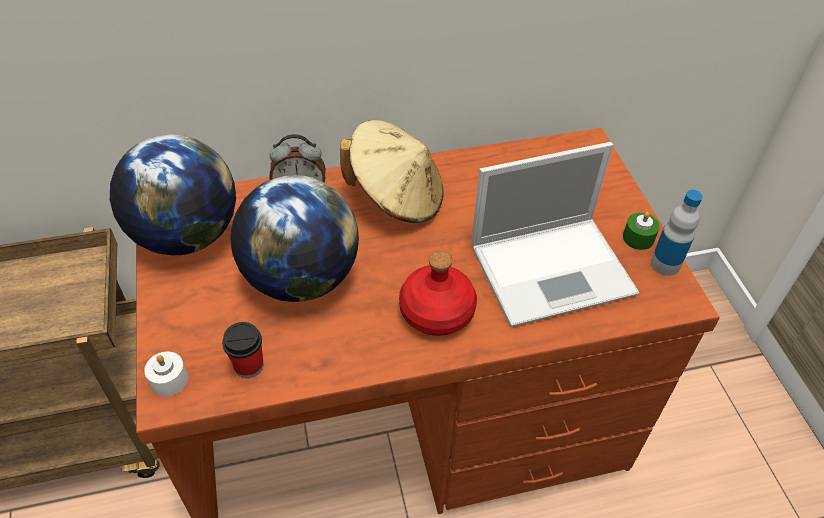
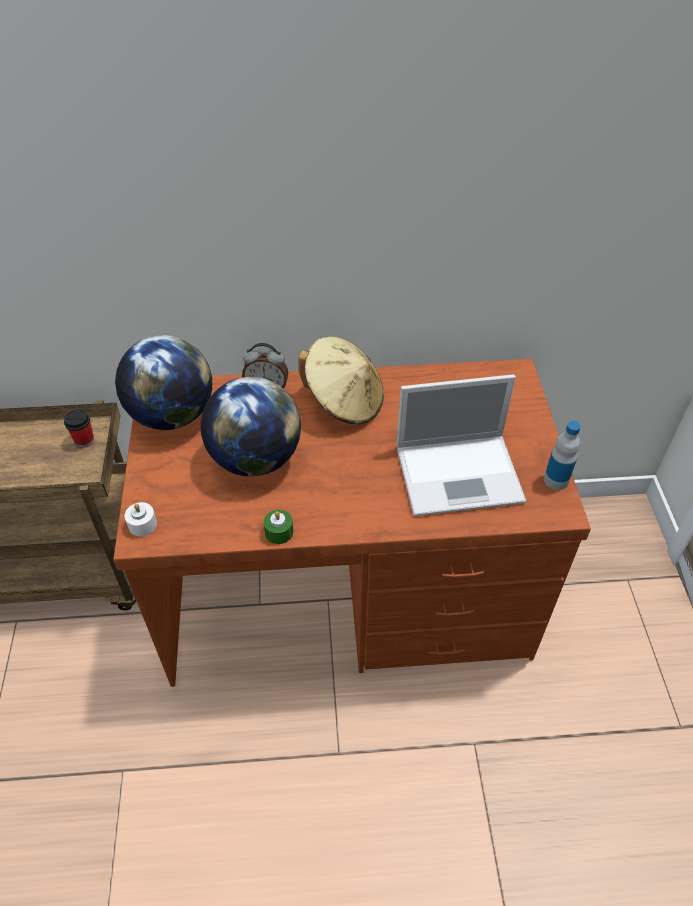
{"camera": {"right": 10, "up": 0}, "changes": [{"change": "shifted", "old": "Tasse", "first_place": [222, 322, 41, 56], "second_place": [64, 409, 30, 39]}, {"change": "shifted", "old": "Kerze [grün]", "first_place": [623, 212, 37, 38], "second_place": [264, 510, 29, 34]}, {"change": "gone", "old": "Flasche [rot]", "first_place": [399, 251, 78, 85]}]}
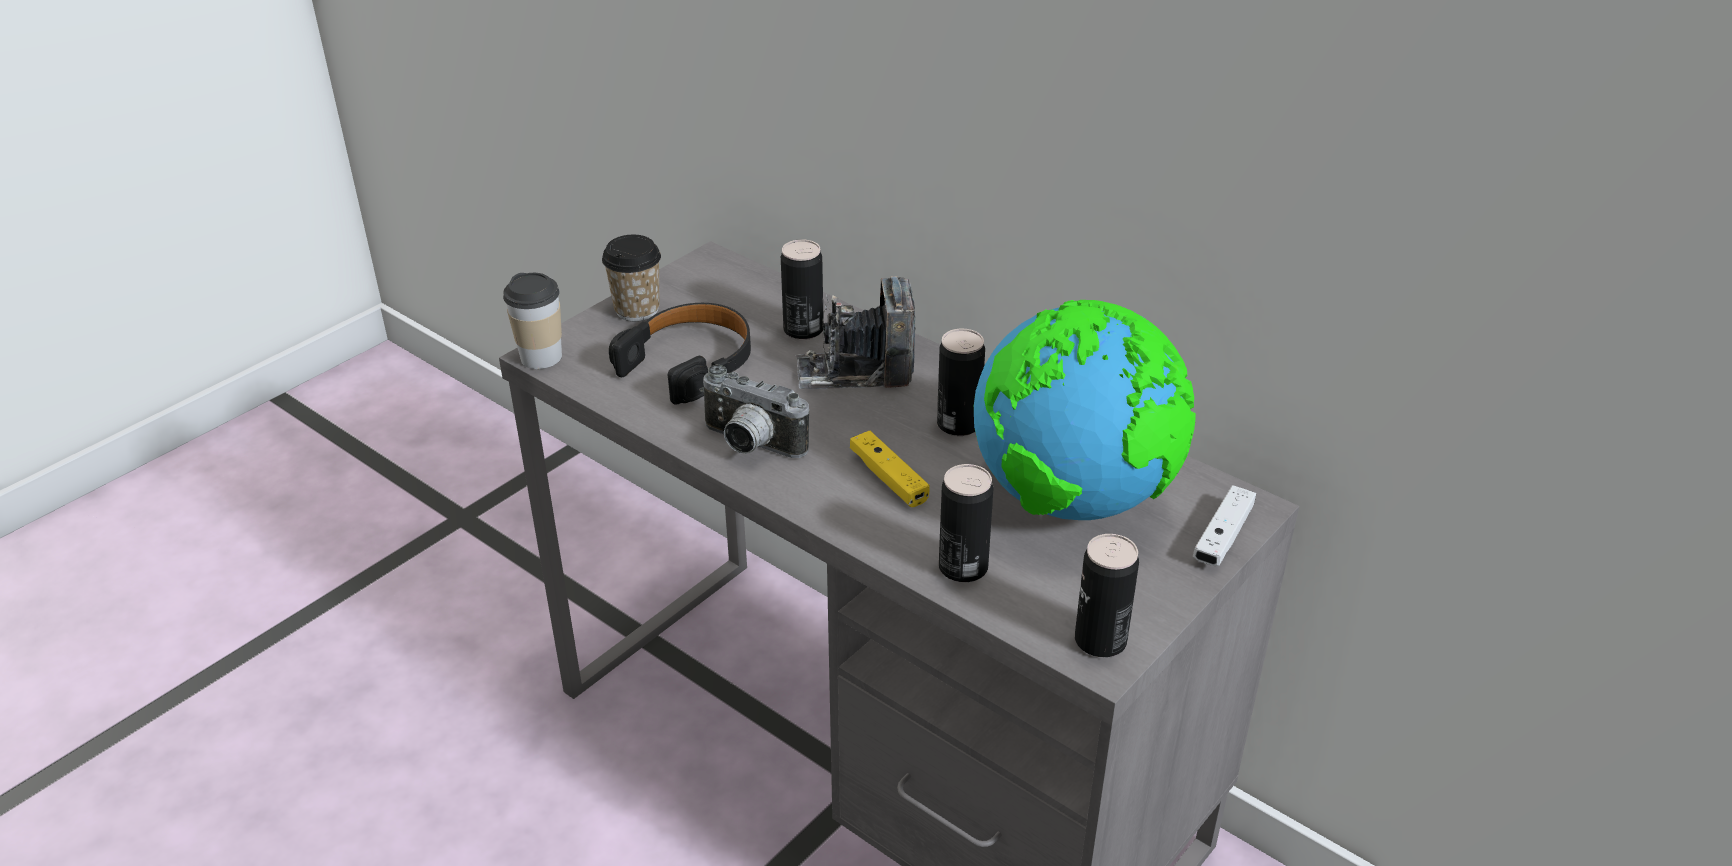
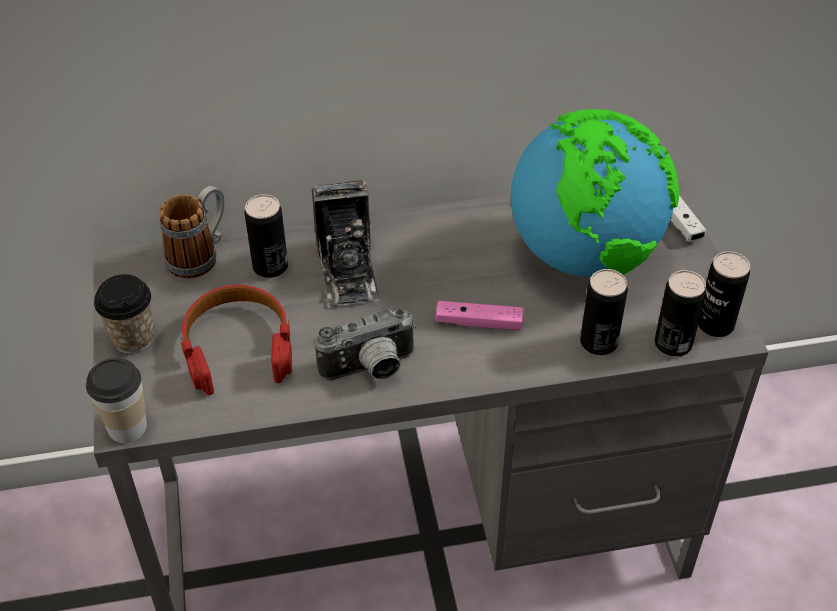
{"camera": {"right": -50, "up": 10}, "changes": [{"change": "new", "new": "Henkelbecher", "second_place": [159, 186, 66, 92]}, {"change": "repainted", "old": "Kopfhörer [schwarz]", "new": "Kopfhörer [rot]", "first_place": [609, 303, 142, 102], "second_place": [181, 285, 111, 110]}, {"change": "rotated", "old": "Kamera", "first_place": [796, 276, 120, 113], "second_place": [312, 180, 68, 128], "degrees": -45}, {"change": "repainted", "old": "Gamepad [gelb]", "new": "Gamepad [rosa]", "first_place": [850, 431, 80, 76], "second_place": [436, 301, 88, 30]}, {"change": "shifted", "old": "Dose", "first_place": [937, 329, 48, 107], "second_place": [655, 270, 51, 86]}]}
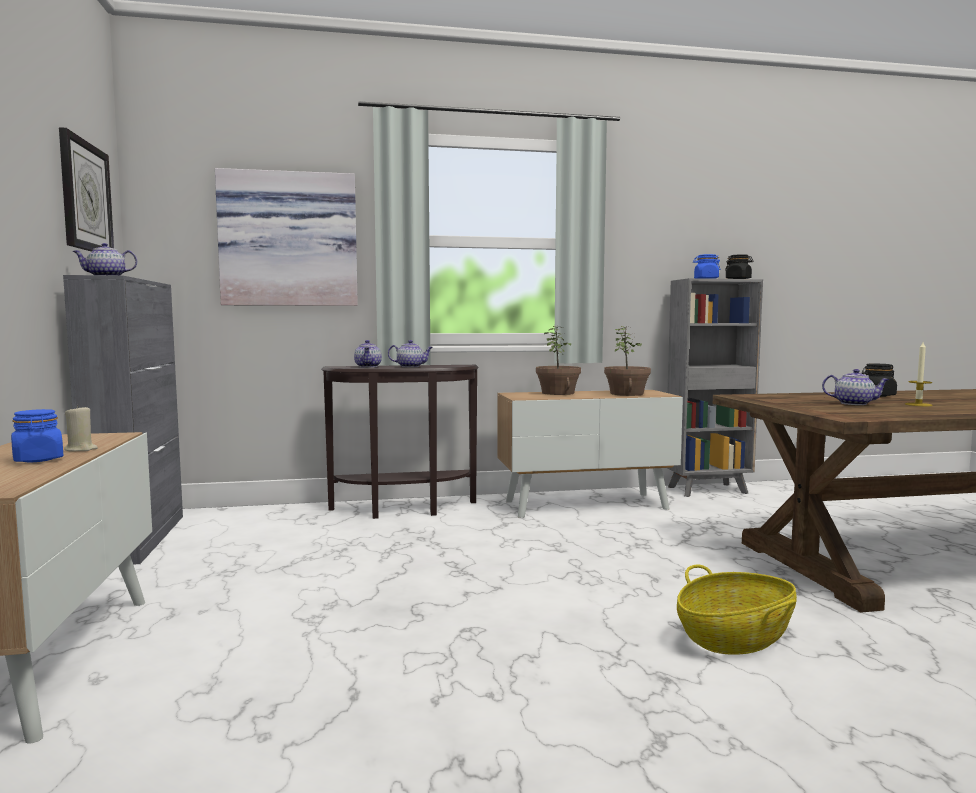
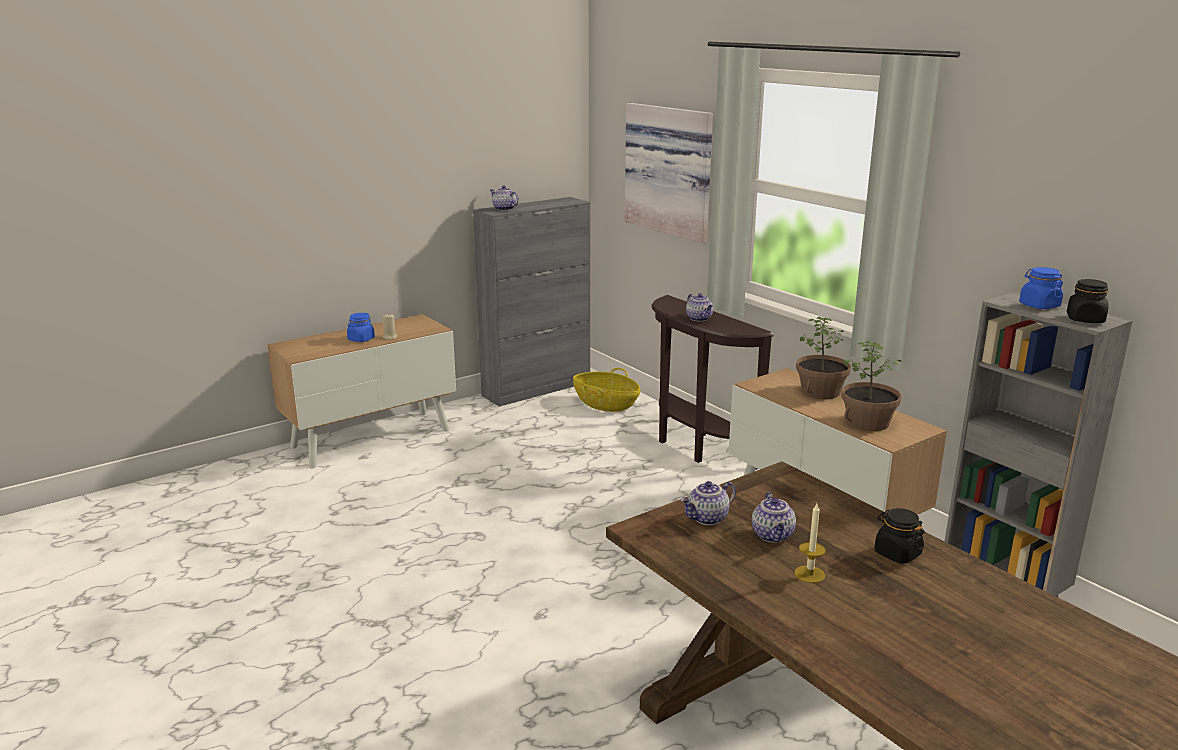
{"camera": {"right": 65, "up": 15}, "changes": [{"change": "shifted", "old": "Korb", "first_place": [677, 565, 120, 90], "second_place": [573, 368, 67, 44]}, {"change": "shifted", "old": "Teekanne", "first_place": [354, 340, 28, 28], "second_place": [680, 481, 56, 44]}, {"change": "gone", "old": "Wanduhr", "first_place": [59, 127, 55, 125]}]}
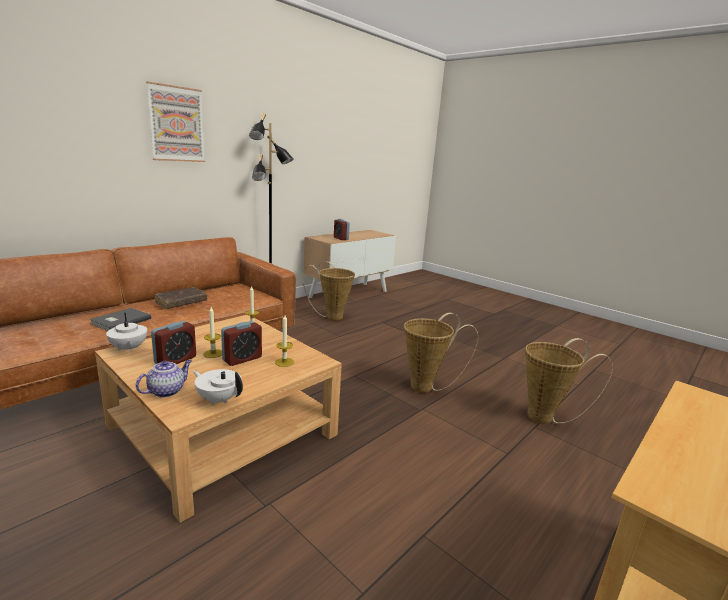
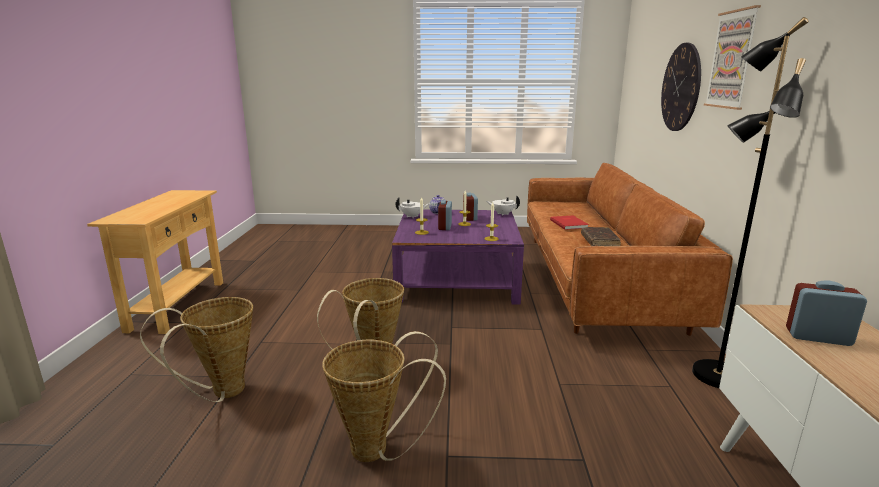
{"camera": {"right": 140, "up": 0}, "changes": [{"change": "shifted", "old": "Korb", "first_place": [302, 261, 53, 60], "second_place": [322, 331, 124, 131]}, {"change": "repainted", "old": "Couchtisch [beige]", "new": "Couchtisch [lila]", "first_place": [95, 315, 247, 208], "second_place": [392, 210, 132, 95]}, {"change": "repainted", "old": "Buch [grau]", "new": "Buch [rot]", "first_place": [89, 308, 62, 23], "second_place": [550, 215, 39, 15]}, {"change": "new", "new": "Wanduhr", "second_place": [661, 43, 40, 88]}]}
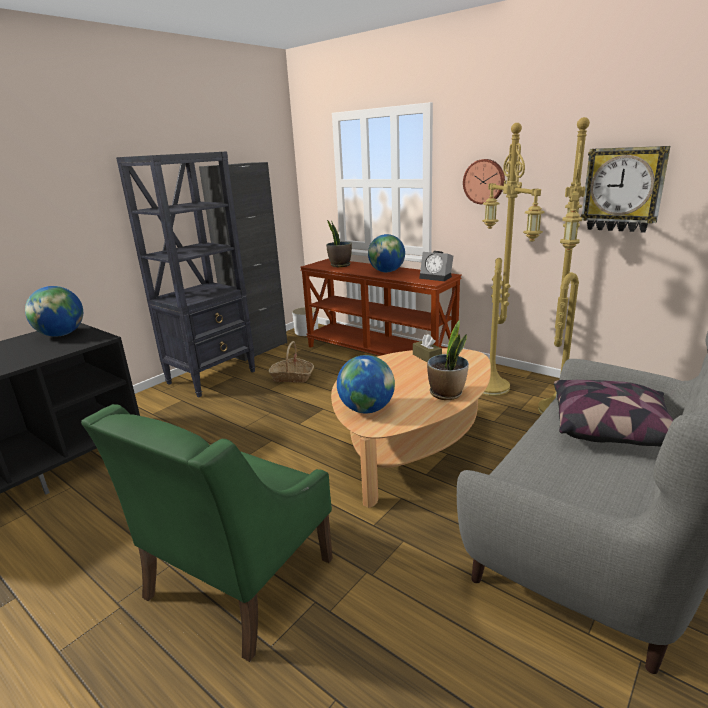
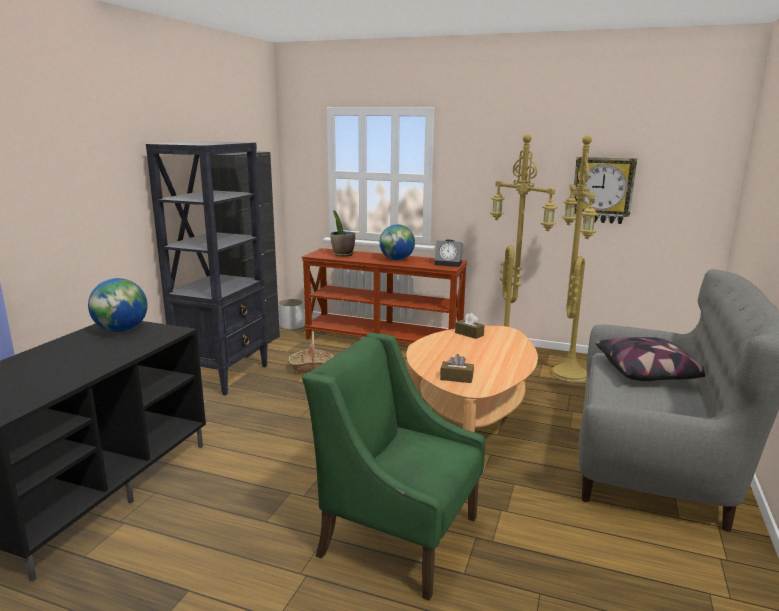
{"camera": {"right": -20, "up": -5}, "changes": [{"change": "rotated", "old": "Sessel [grün]", "first_place": [81, 404, 252, 258], "second_place": [302, 333, 183, 268], "degrees": 105}, {"change": "swapped", "old": "Globus", "new": "Taschentuchbox [braun]", "first_place": [337, 355, 58, 58], "second_place": [440, 354, 34, 29]}, {"change": "gone", "old": "Topfpflanze", "first_place": [427, 320, 42, 80]}, {"change": "gone", "old": "Wanduhr", "first_place": [463, 159, 42, 45]}]}
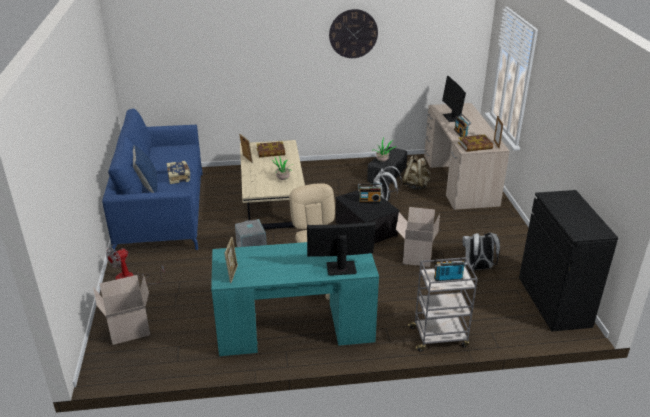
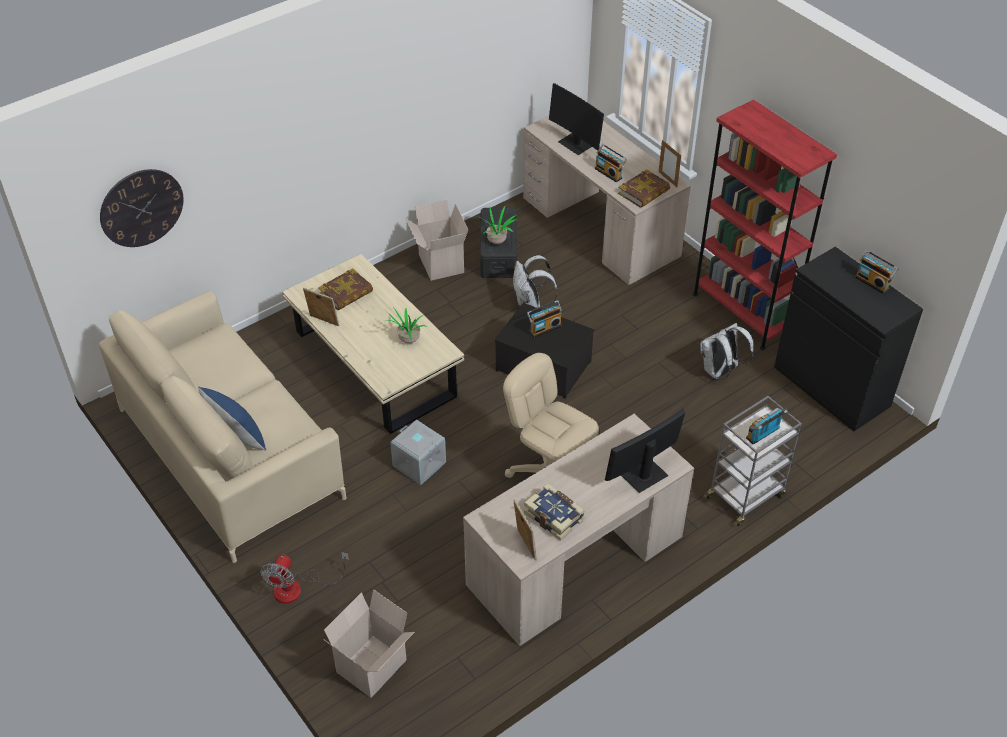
{"camera": {"right": -30, "up": 15}, "changes": [{"change": "repainted", "old": "Sofa [blau]", "new": "Sofa [beige]", "first_place": [102, 109, 101, 142], "second_place": [99, 291, 248, 272]}, {"change": "shifted", "old": "Wanduhr", "first_place": [329, 9, 49, 49], "second_place": [100, 169, 84, 78]}, {"change": "shifted", "old": "Karton", "first_place": [396, 207, 44, 60], "second_place": [405, 200, 64, 81]}, {"change": "repainted", "old": "Schreibtisch [türkis]", "new": "Schreibtisch [beige]", "first_place": [211, 242, 168, 114], "second_place": [463, 414, 231, 232]}, {"change": "shifted", "old": "Buch", "first_place": [166, 161, 24, 23], "second_place": [524, 484, 61, 57]}, {"change": "new", "new": "Bücherregal [rot]", "second_place": [693, 100, 144, 250]}, {"change": "new", "new": "Radio", "second_place": [855, 250, 43, 44]}, {"change": "gone", "old": "Rucksack [beige]", "first_place": [402, 155, 29, 35]}]}
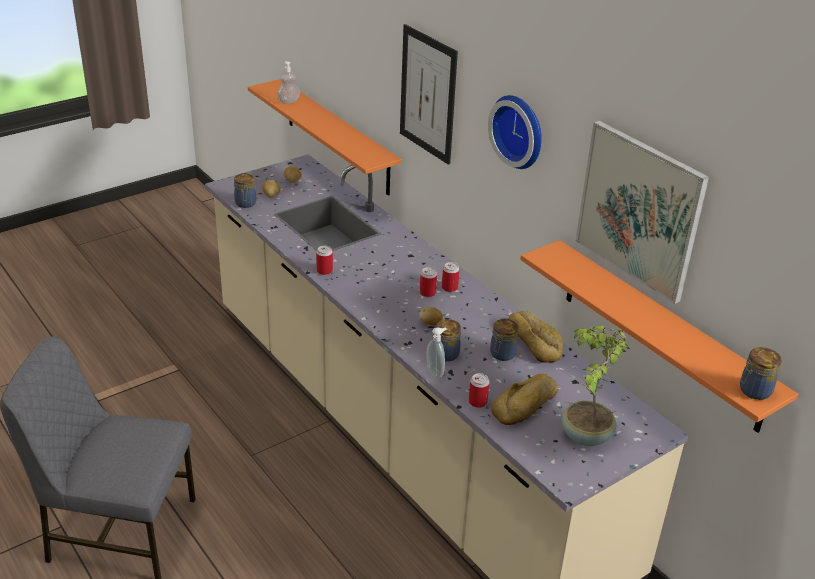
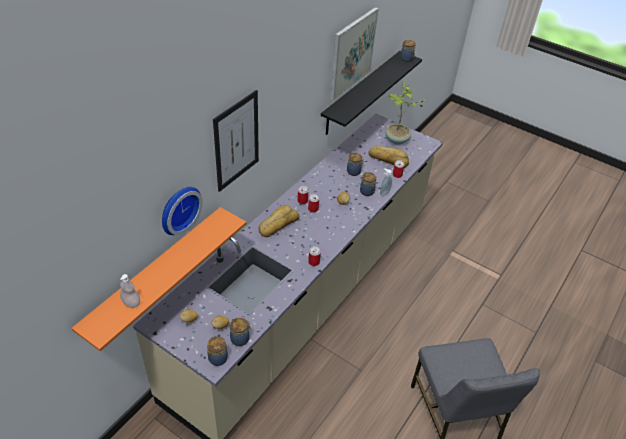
{"camera": {"right": -110, "up": 10}, "changes": [{"change": "shifted", "old": "Wanduhr", "first_place": [488, 95, 54, 74], "second_place": [162, 187, 41, 48]}, {"change": "new", "new": "Vorratsglas", "second_place": [207, 336, 21, 30]}, {"change": "shifted", "old": "Brot", "first_place": [508, 311, 55, 52], "second_place": [259, 205, 40, 32]}, {"change": "repainted", "old": "Wandregal [orange]", "new": "Wandregal [schwarz]", "first_place": [520, 240, 278, 193], "second_place": [321, 51, 101, 84]}]}
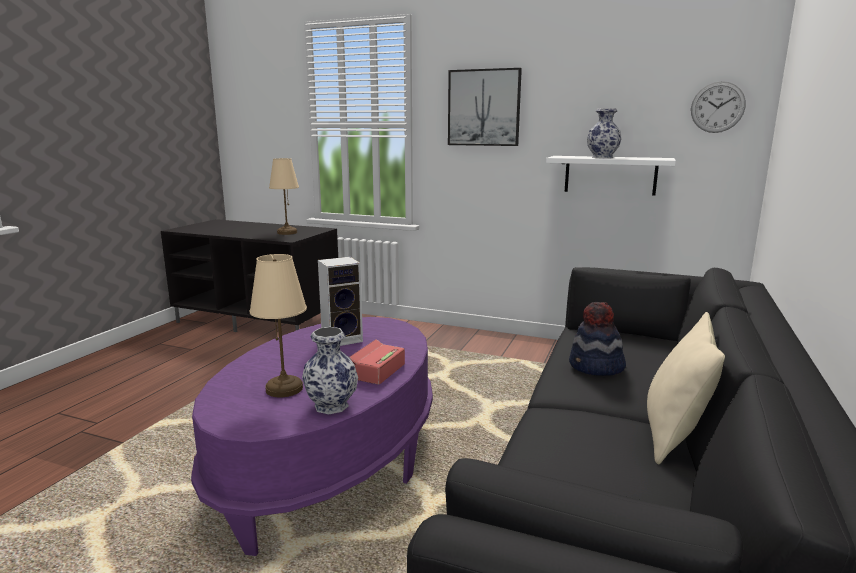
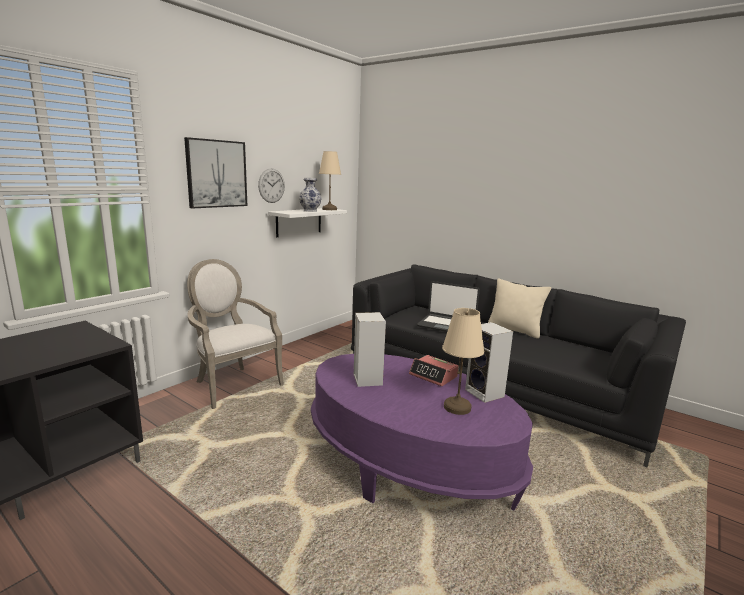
{"camera": {"right": -75, "up": 0}, "changes": [{"change": "new", "new": "Sessel", "second_place": [187, 259, 97, 150]}, {"change": "shifted", "old": "Wanduhr", "first_place": [691, 81, 55, 52], "second_place": [258, 168, 27, 35]}, {"change": "shifted", "old": "Tischlampe [beige]", "first_place": [269, 158, 30, 77], "second_place": [319, 151, 22, 59]}, {"change": "swapped", "old": "Hut", "new": "Laptop", "first_place": [569, 302, 57, 74], "second_place": [417, 281, 63, 51]}, {"change": "swapped", "old": "Vase", "new": "Lautsprecher", "first_place": [302, 327, 56, 87], "second_place": [465, 322, 48, 81]}]}
